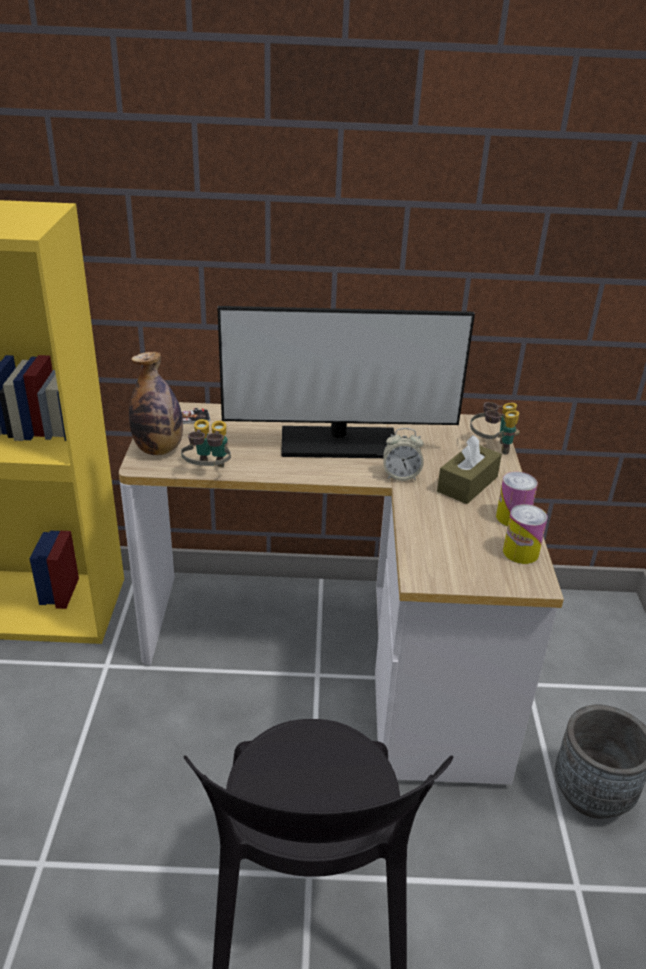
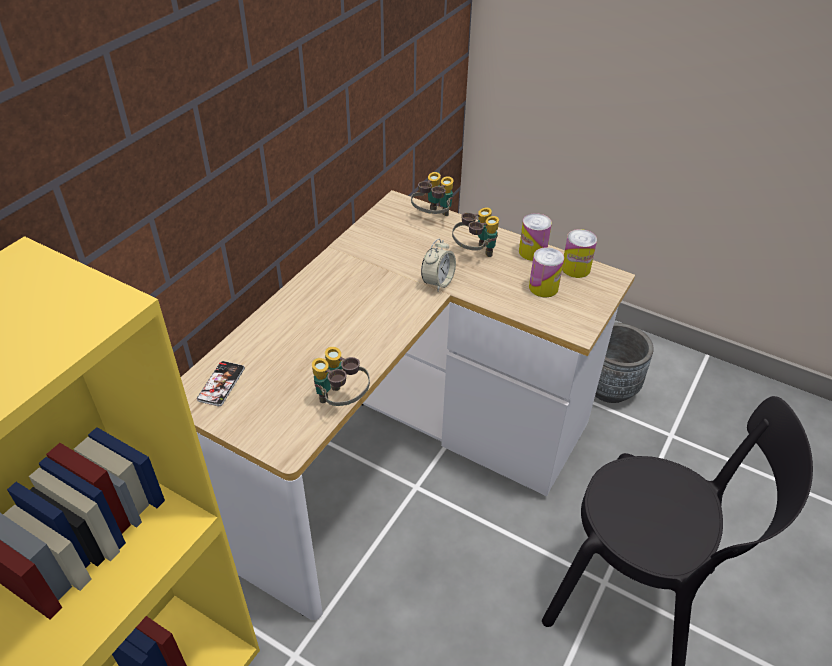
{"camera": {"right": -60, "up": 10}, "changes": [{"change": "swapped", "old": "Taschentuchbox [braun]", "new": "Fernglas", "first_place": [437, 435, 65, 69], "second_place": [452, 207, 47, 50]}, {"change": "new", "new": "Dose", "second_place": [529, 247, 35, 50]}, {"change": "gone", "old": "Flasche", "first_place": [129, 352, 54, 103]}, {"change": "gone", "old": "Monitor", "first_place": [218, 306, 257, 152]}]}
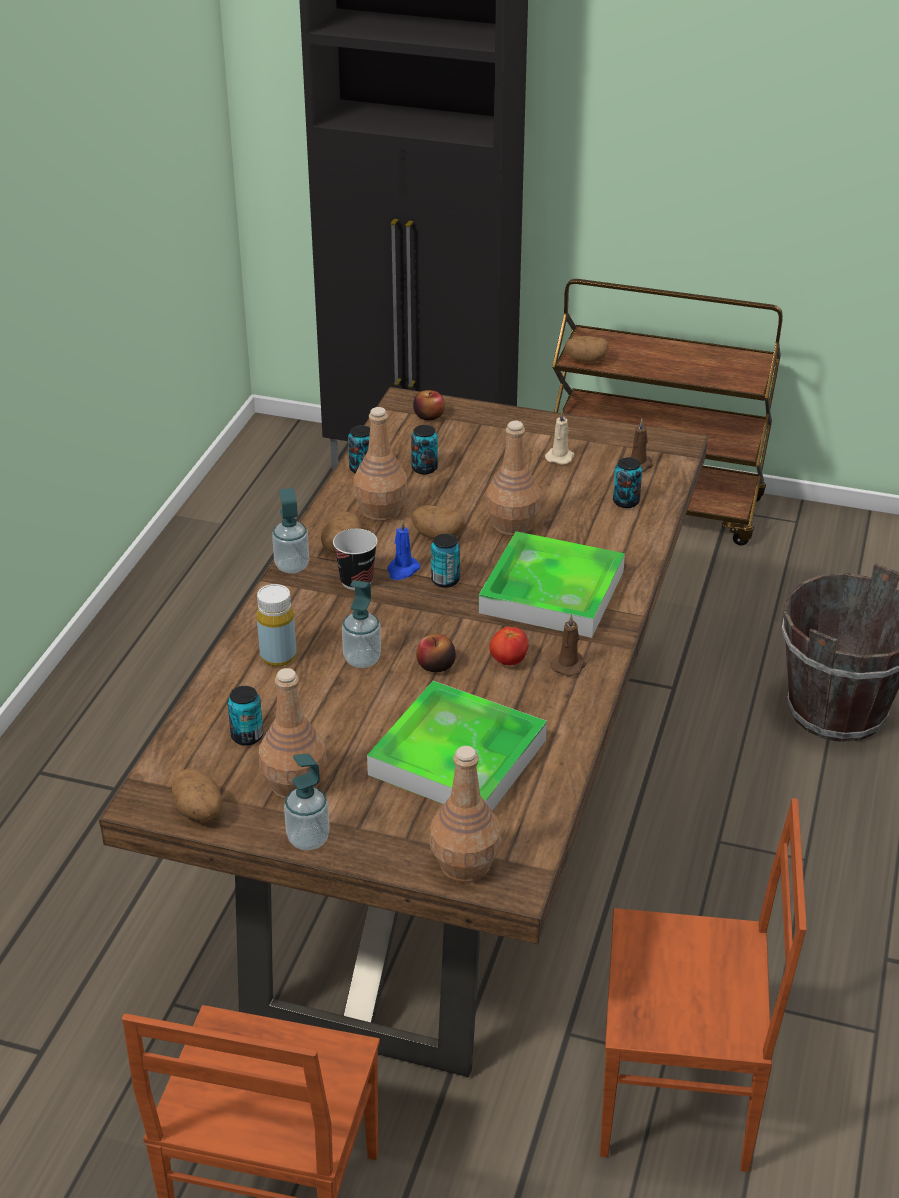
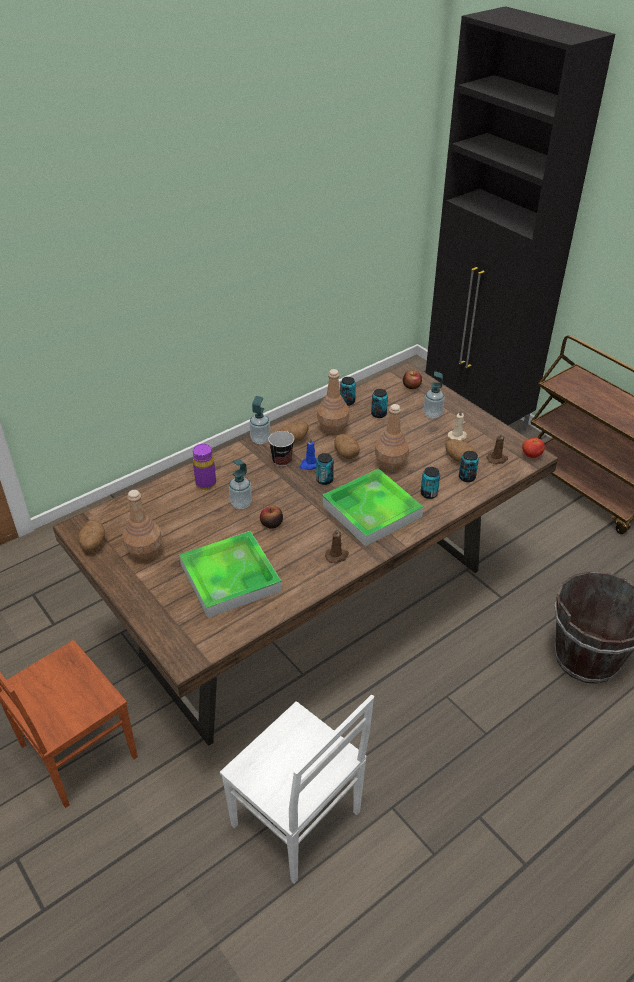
{"camera": {"right": 35, "up": 5}, "changes": [{"change": "repainted", "old": "Flasche [gelb]", "new": "Flasche [lila]", "first_place": [257, 584, 39, 82], "second_place": [193, 444, 23, 46]}, {"change": "repainted", "old": "Stuhl [braun]", "new": "Stuhl [weiß]", "first_place": [600, 798, 207, 374], "second_place": [220, 695, 154, 189]}, {"change": "shifted", "old": "Dose", "first_place": [227, 686, 36, 60], "second_place": [421, 467, 19, 32]}, {"change": "shifted", "old": "Seifenspender", "first_place": [284, 754, 46, 96], "second_place": [424, 371, 21, 47]}, {"change": "shifted", "old": "Kartoffel", "first_place": [565, 336, 44, 26], "second_place": [445, 439, 31, 24]}, {"change": "shifted", "old": "Tomate", "first_place": [489, 627, 40, 39], "second_place": [522, 438, 23, 20]}, {"change": "gone", "old": "Flasche [braun]", "first_place": [429, 746, 72, 136]}]}
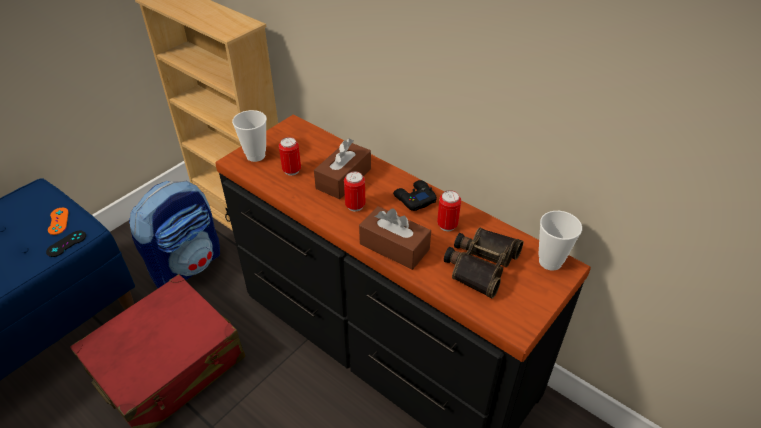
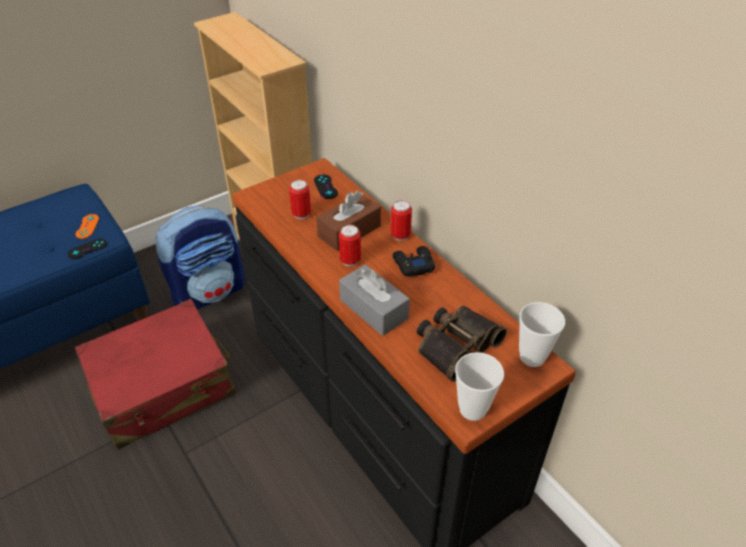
{"camera": {"right": 15, "up": 0}, "changes": [{"change": "new", "new": "Gamepad [schwarz]", "second_place": [314, 174, 24, 25]}, {"change": "repainted", "old": "Taschentuchbox [braun]", "new": "Taschentuchbox [grau]", "first_place": [359, 206, 72, 64], "second_place": [339, 264, 71, 72]}, {"change": "shifted", "old": "Dose", "first_place": [437, 190, 24, 41], "second_place": [391, 200, 21, 41]}, {"change": "shifted", "old": "Tasse", "first_place": [232, 110, 35, 52], "second_place": [455, 352, 49, 69]}]}
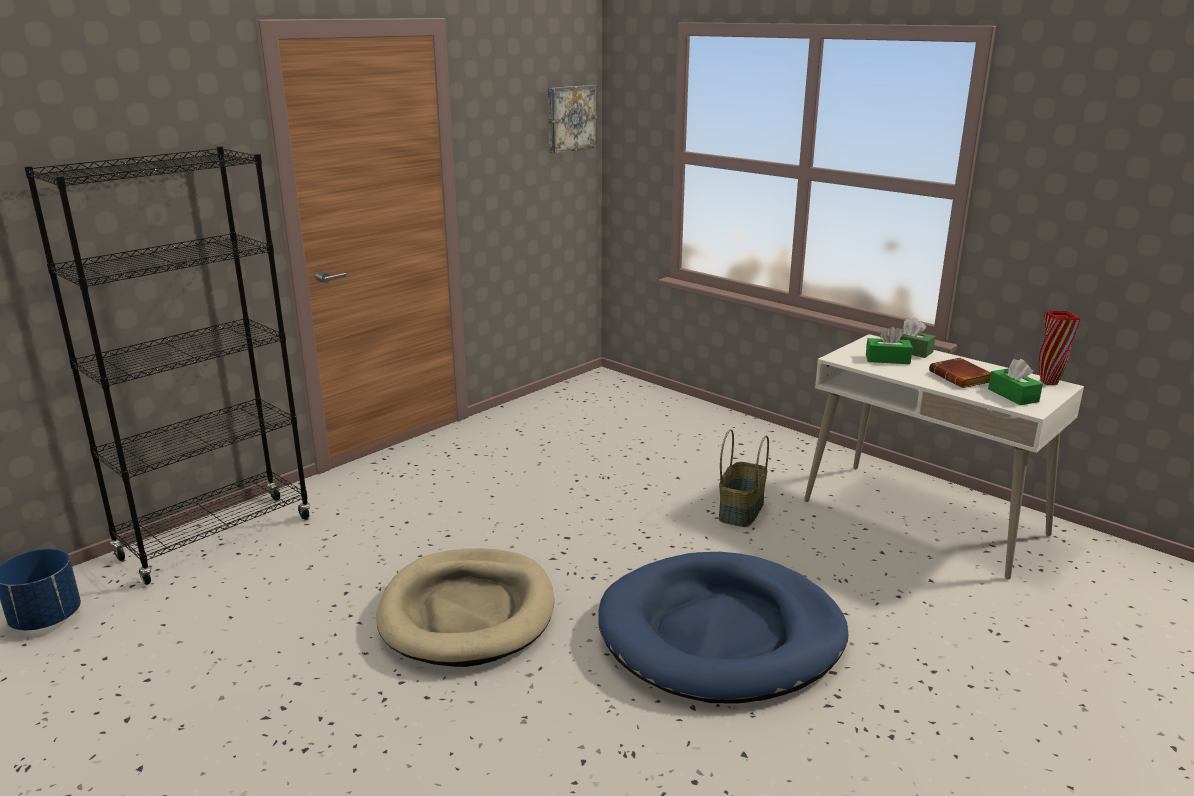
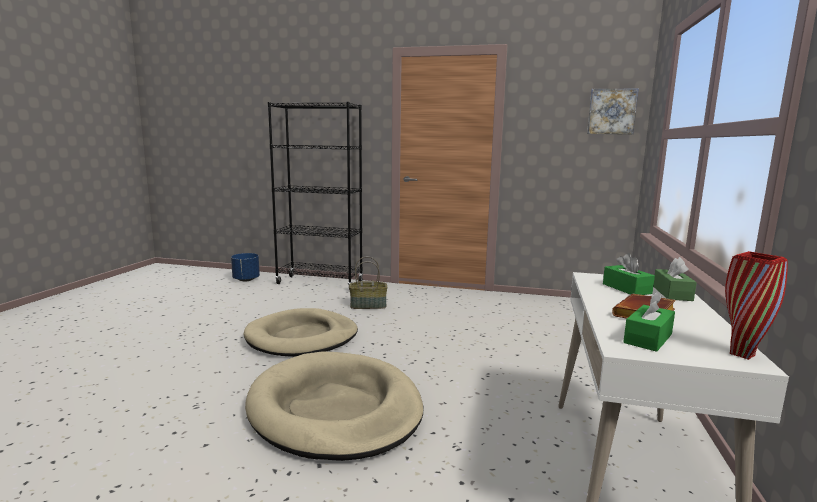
{"camera": {"right": 60, "up": -10}, "changes": [{"change": "repainted", "old": "Hundebett [blau]", "new": "Hundebett [beige]", "first_place": [598, 552, 250, 152], "second_place": [245, 351, 179, 110]}, {"change": "shifted", "old": "Korb", "first_place": [719, 429, 50, 98], "second_place": [349, 257, 38, 52]}]}
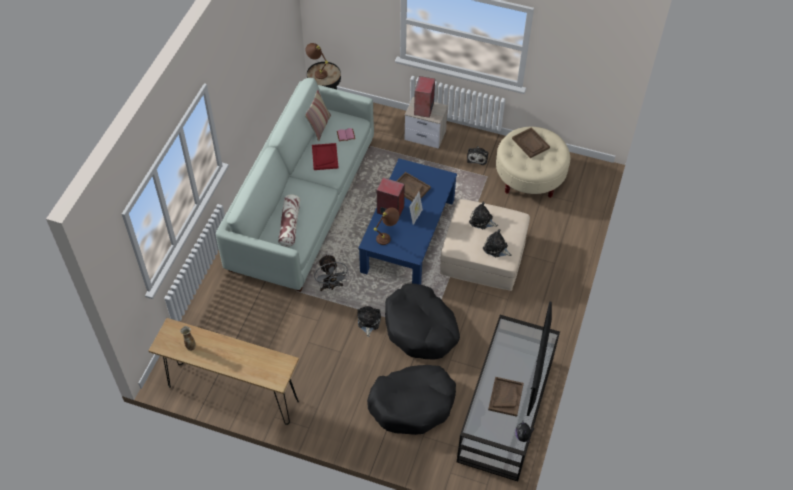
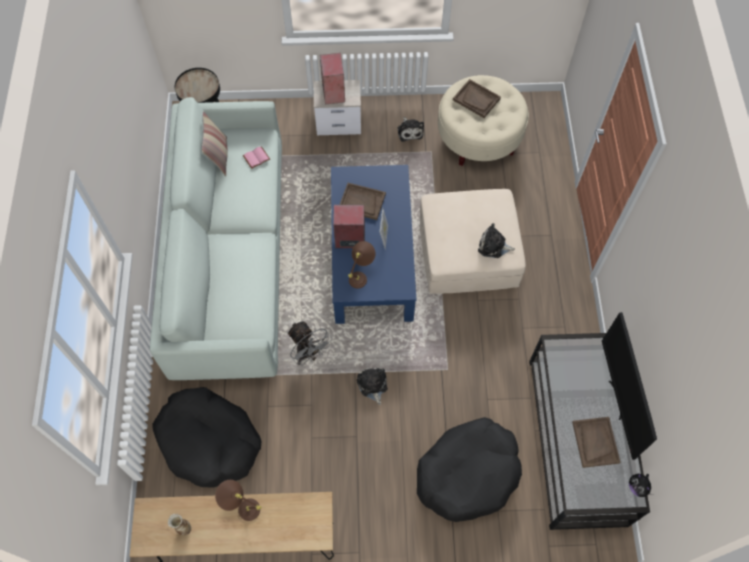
{"camera": {"right": -20, "up": 10}, "changes": [{"change": "shifted", "old": "Hundebett [schwarz]", "first_place": [385, 284, 75, 76], "second_place": [153, 387, 108, 100]}, {"change": "shifted", "old": "Tischlampe [braun]", "first_place": [306, 43, 22, 36], "second_place": [215, 480, 46, 41]}, {"change": "gone", "old": "Kissen", "first_place": [278, 194, 22, 53]}, {"change": "gone", "old": "Tablett [rot]", "first_place": [312, 143, 27, 27]}, {"change": "gone", "old": "Plüschtier", "first_place": [469, 202, 29, 27]}]}
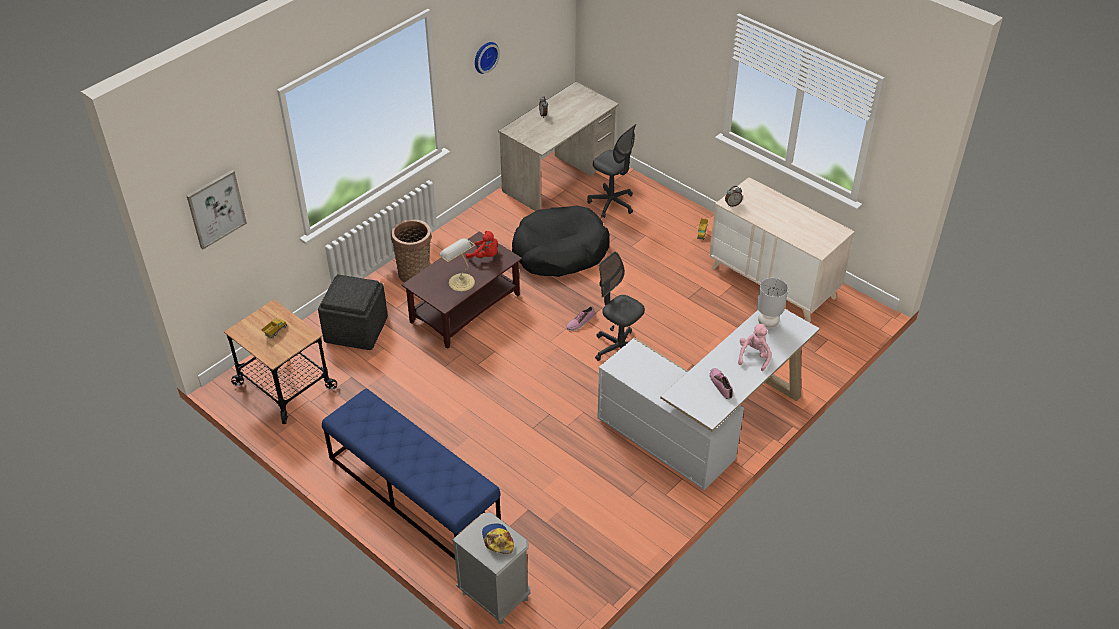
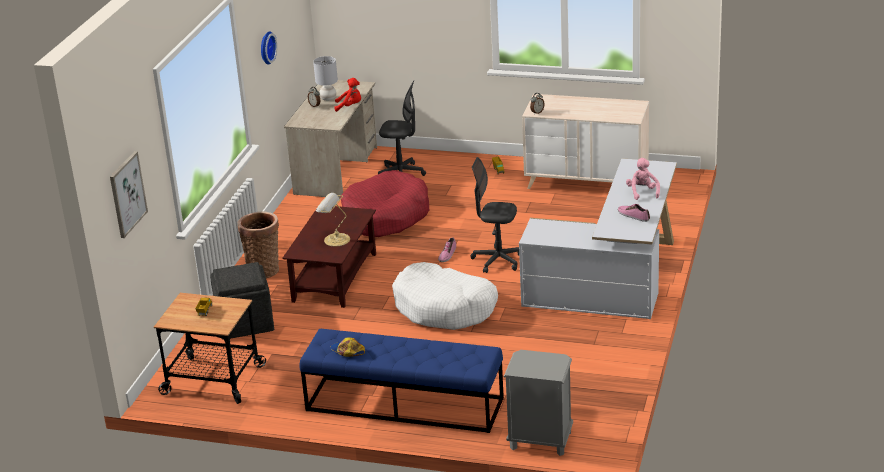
{"camera": {"right": -25, "up": -15}, "changes": [{"change": "shifted", "old": "Tischlampe [grau]", "first_place": [757, 278, 31, 51], "second_place": [313, 56, 25, 45]}, {"change": "shifted", "old": "Kappe", "first_place": [482, 523, 32, 31], "second_place": [330, 337, 35, 20]}, {"change": "shifted", "old": "Plüschtier [rot]", "first_place": [466, 231, 32, 28], "second_place": [334, 78, 27, 34]}, {"change": "repainted", "old": "Hundebett [schwarz]", "new": "Hundebett [rot]", "first_place": [512, 206, 98, 71], "second_place": [340, 170, 89, 67]}, {"change": "new", "new": "Hundebett [weiß]", "second_place": [392, 262, 106, 68]}]}
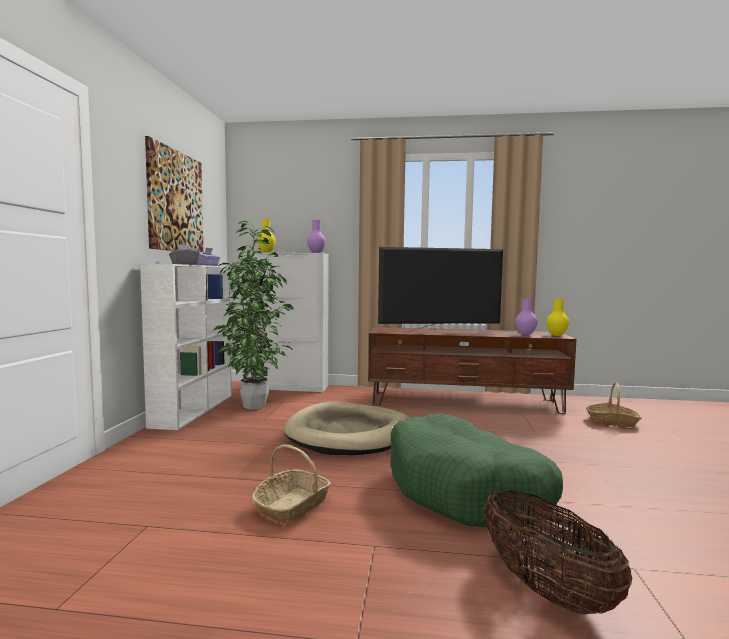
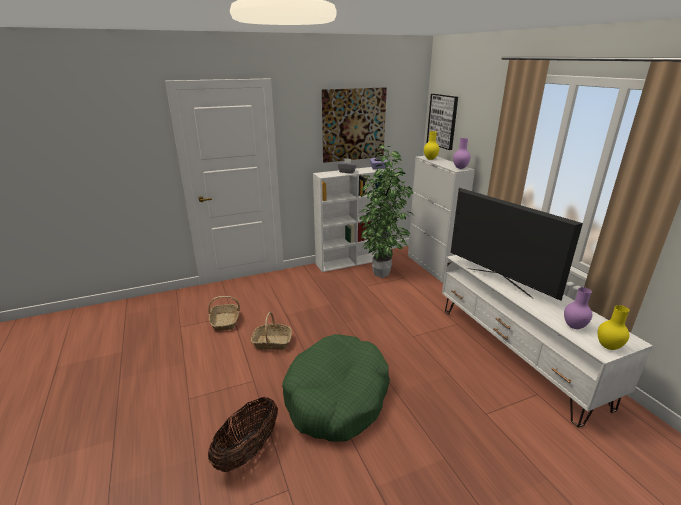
{"camera": {"right": 60, "up": 20}, "changes": [{"change": "shifted", "old": "Korb", "first_place": [586, 383, 56, 45], "second_place": [208, 296, 32, 35]}, {"change": "new", "new": "Bild", "second_place": [427, 94, 31, 56]}, {"change": "repainted", "old": "Fernsehschrank [braun]", "new": "Fernsehschrank [weiß]", "first_place": [368, 327, 209, 87], "second_place": [442, 255, 211, 173]}, {"change": "gone", "old": "Hundebett [beige]", "first_place": [284, 401, 125, 54]}]}
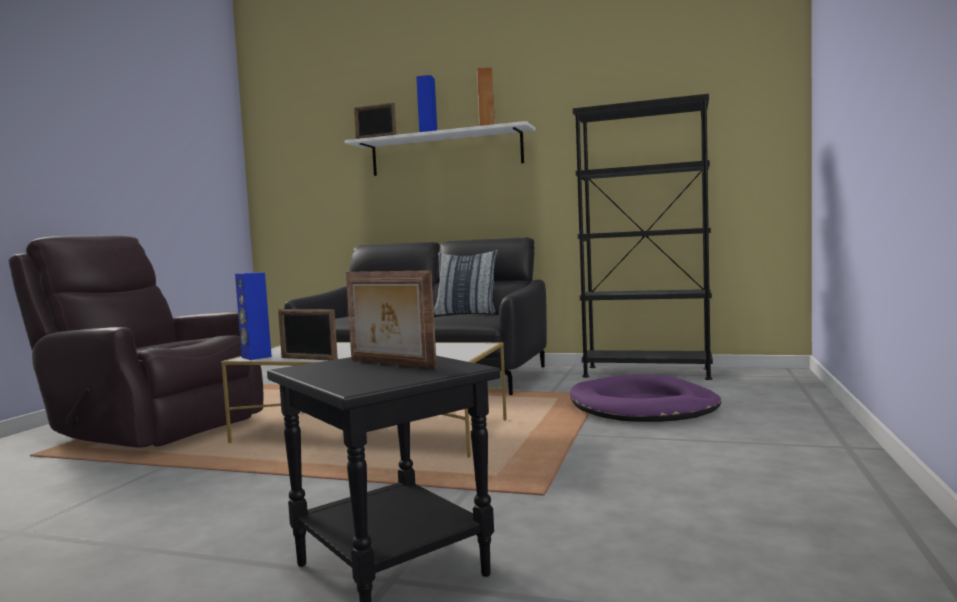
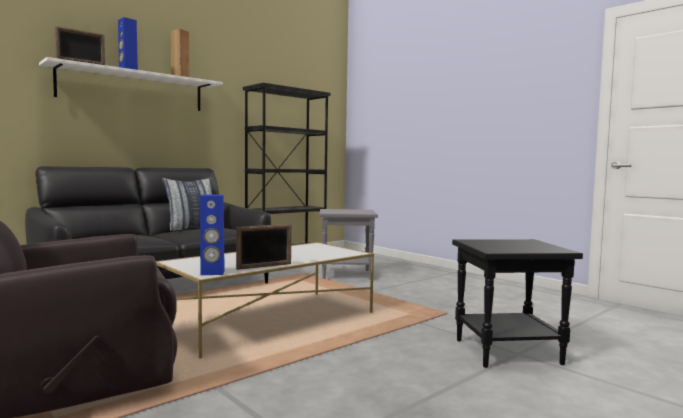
{"camera": {"right": -60, "up": 0}, "changes": [{"change": "swapped", "old": "Hundebett [lila]", "new": "Beistelltisch [grau]", "first_place": [570, 374, 151, 48], "second_place": [319, 209, 59, 71]}, {"change": "gone", "old": "Bilderrahmen", "first_place": [346, 270, 91, 99]}]}
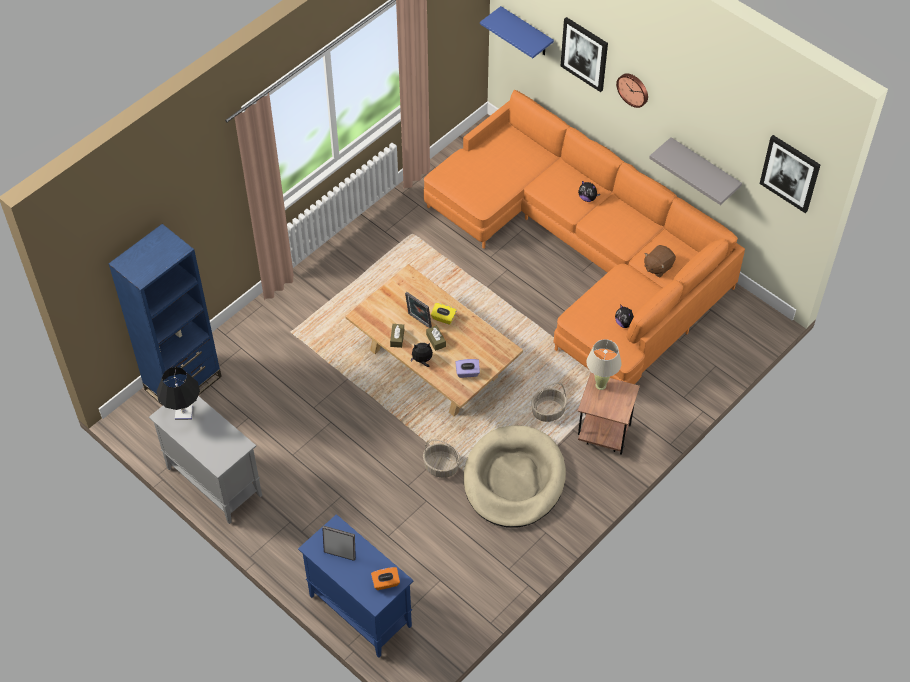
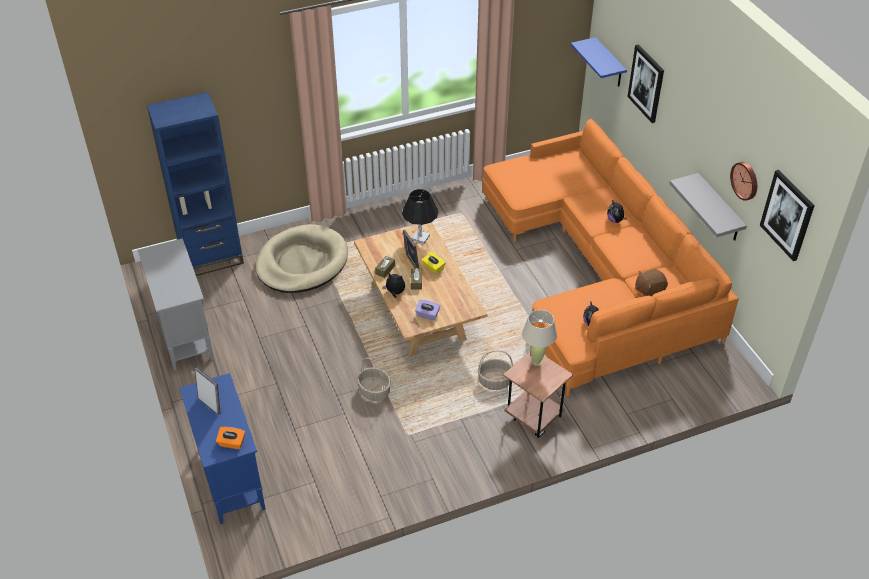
{"camera": {"right": 25, "up": -10}, "changes": [{"change": "shifted", "old": "Hundebett [beige]", "first_place": [464, 425, 102, 103], "second_place": [255, 224, 93, 69]}, {"change": "shifted", "old": "Tischlampe [schwarz]", "first_place": [156, 367, 44, 53], "second_place": [402, 189, 36, 55]}, {"change": "shifted", "old": "Wanduhr", "first_place": [616, 73, 32, 35], "second_place": [730, 162, 27, 39]}]}
